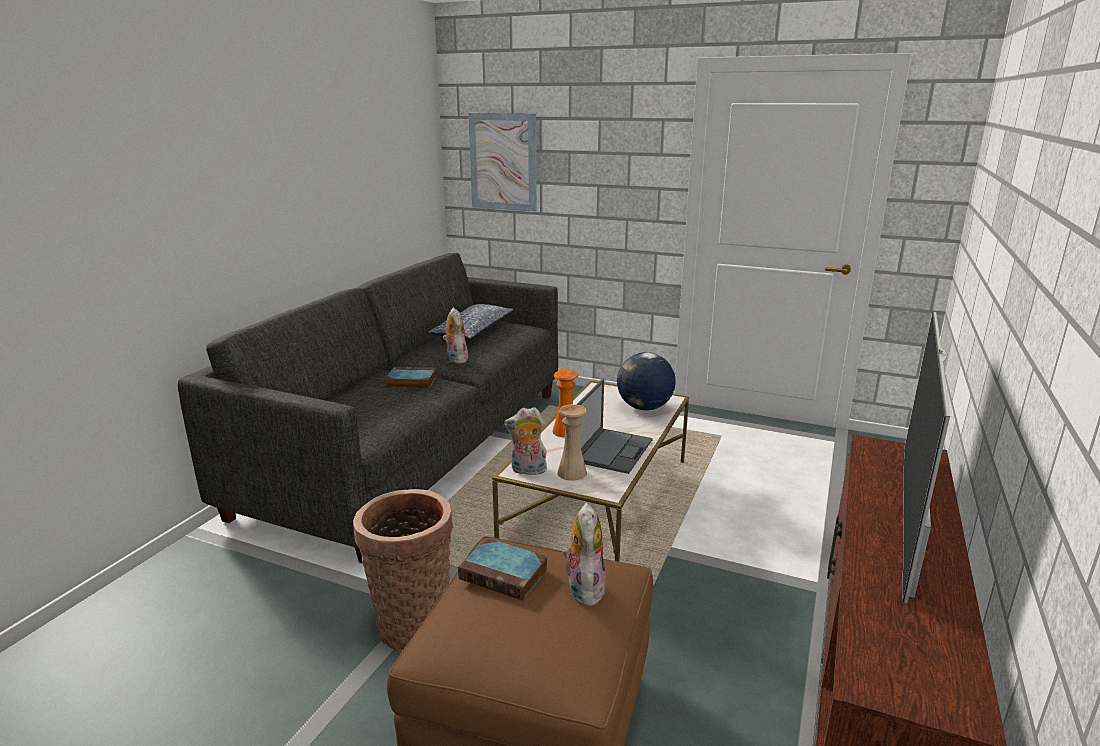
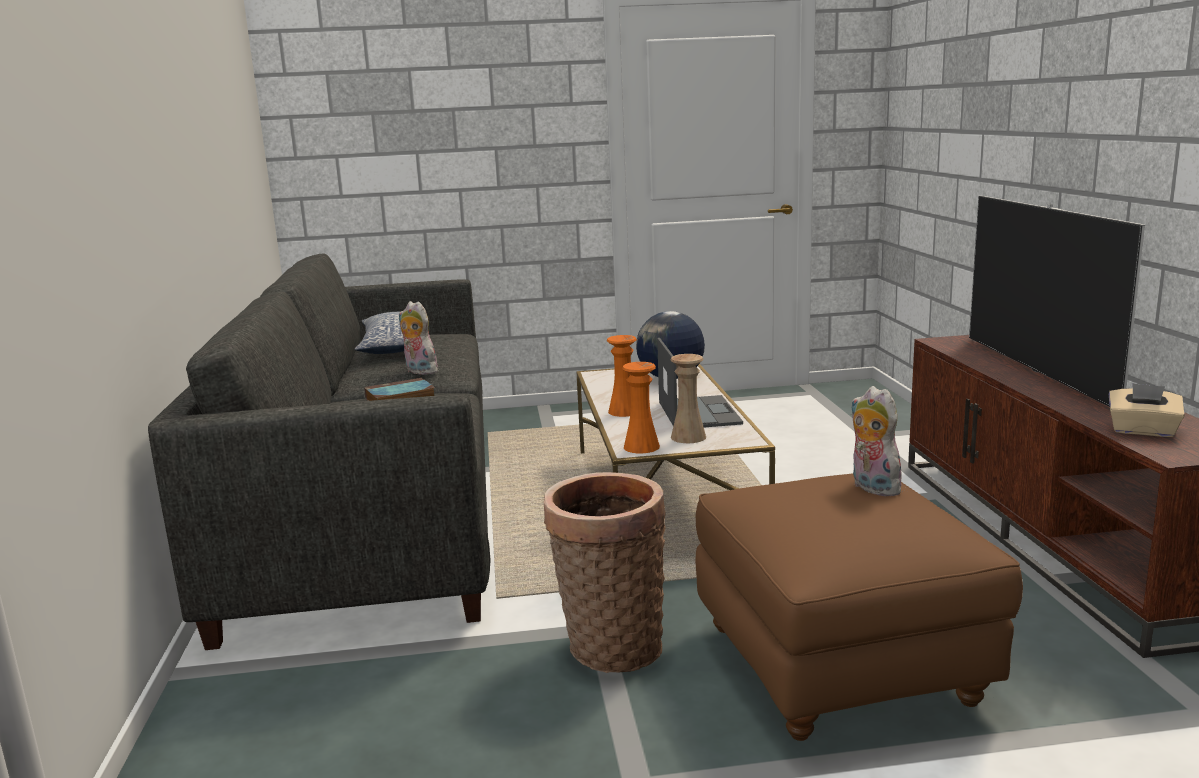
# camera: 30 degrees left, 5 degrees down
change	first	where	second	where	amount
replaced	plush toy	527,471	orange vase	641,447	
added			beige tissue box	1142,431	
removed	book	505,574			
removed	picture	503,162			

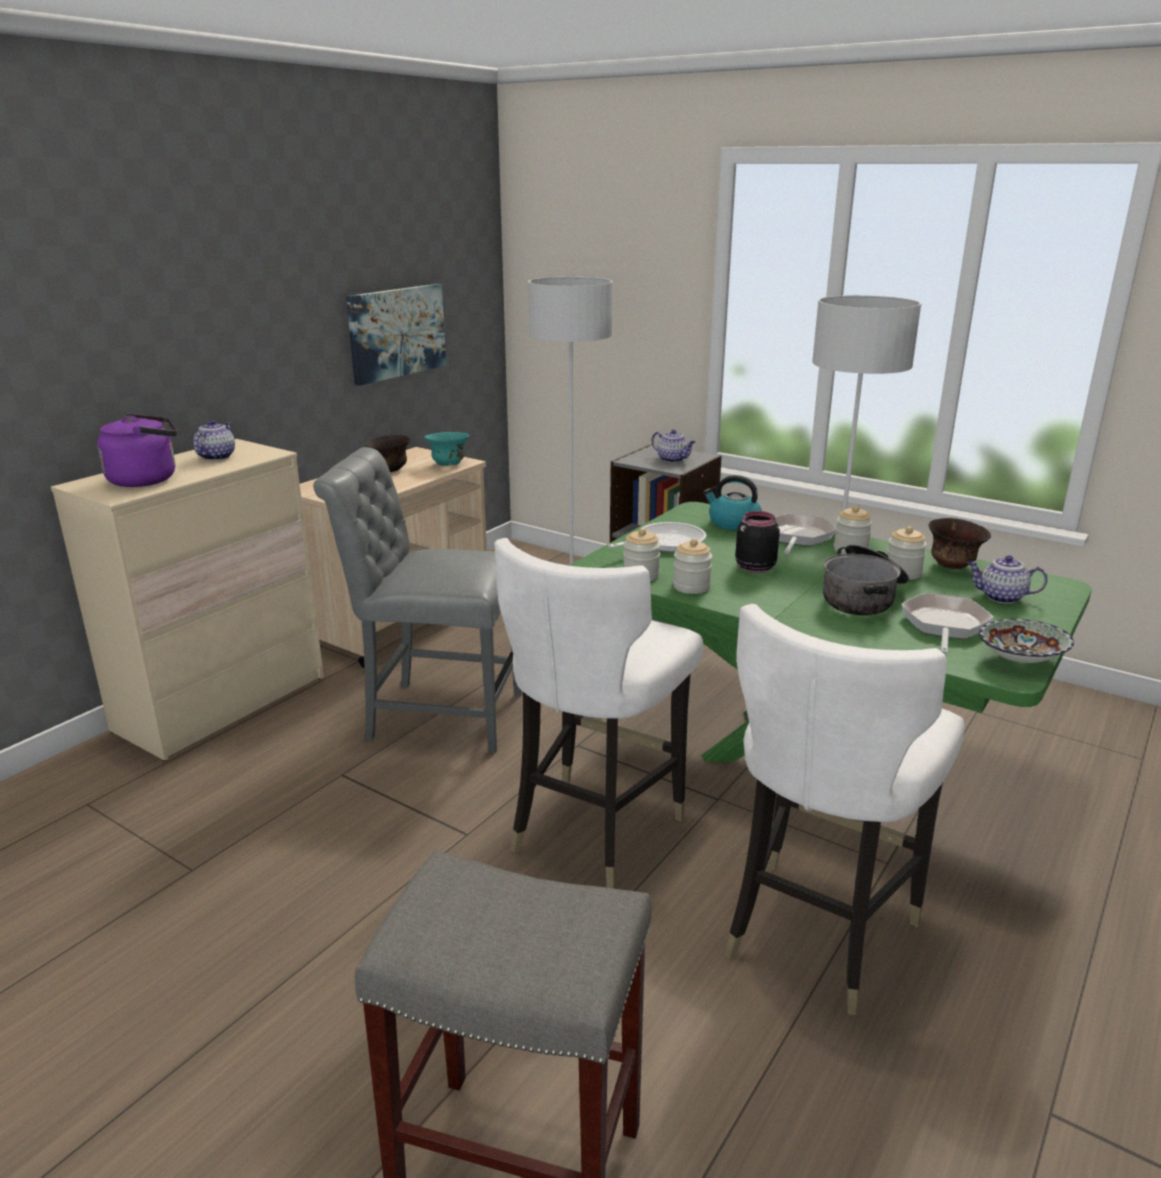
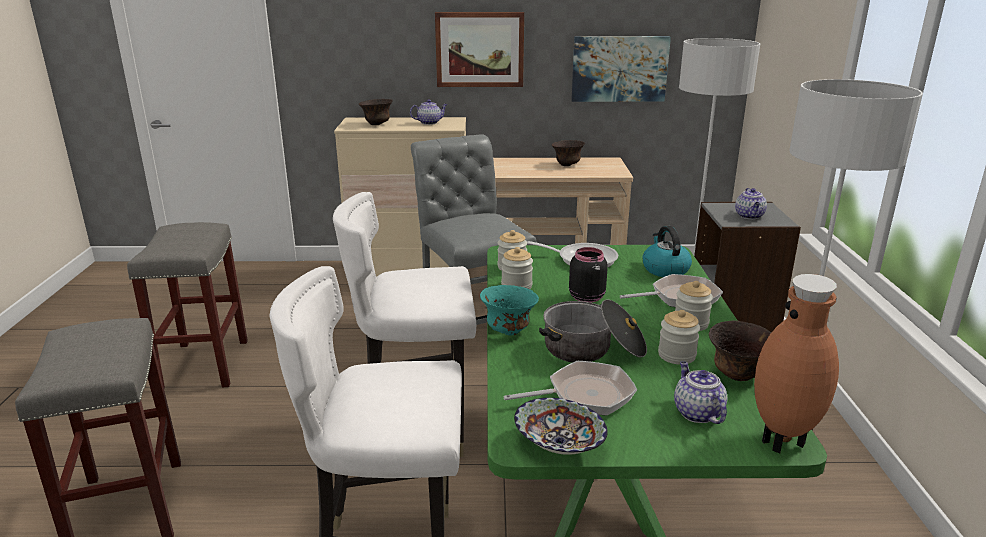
# camera: 55 degrees right, 0 degrees up
change	first	where	second	where	amount
added			grey stool	204,365	
replaced	purple kettle	147,479	brown bowl	377,124	
added			picture	479,49	
moved	turquoise bowl	448,464		508,330	
added			brown vase	784,442	

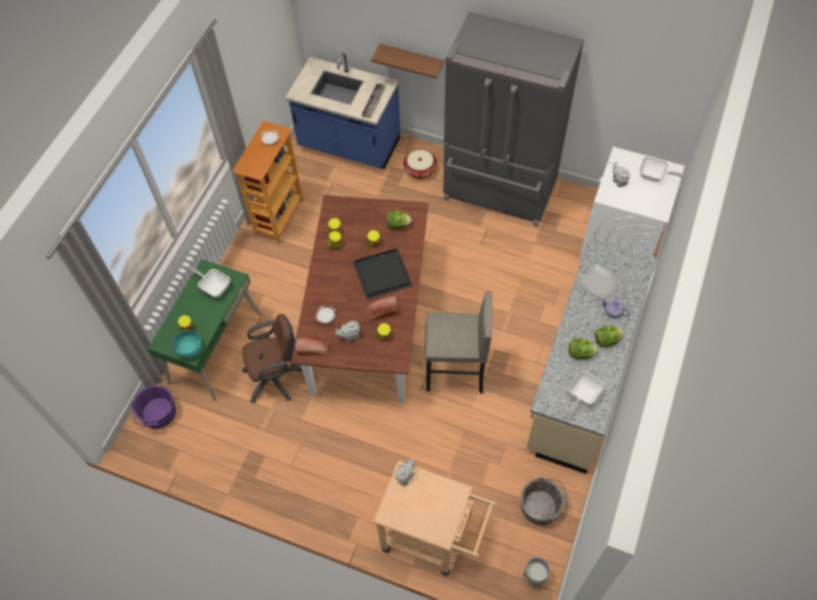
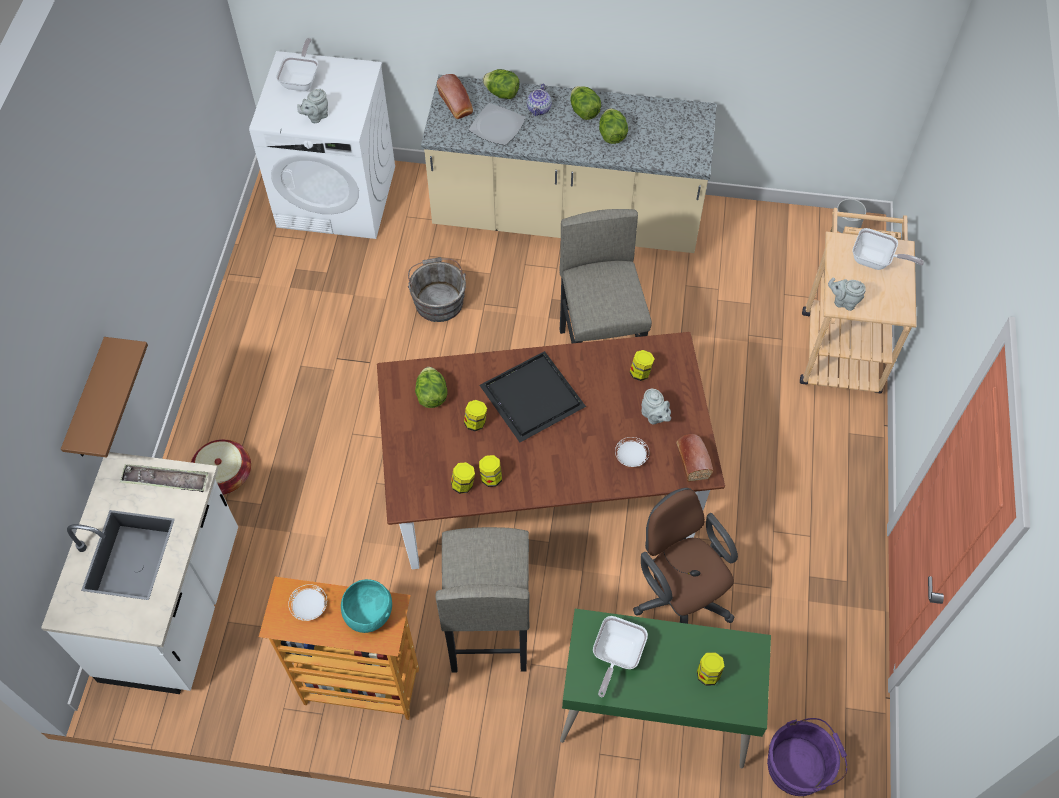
# camera: 105 degrees left, 0 degrees up
change	first	where	second	where	amount
recoloured	blue counter	349,145	white counter	174,607	
moved	turquoise bowl	190,349		368,614	
moved	grey bucket	542,507		438,299	
added			grey stool	488,627	
moved	bread	381,312		456,105	
added			lettuce	502,93	
moved	frying pan	582,396		875,261	
removed	grey fridge	499,191			

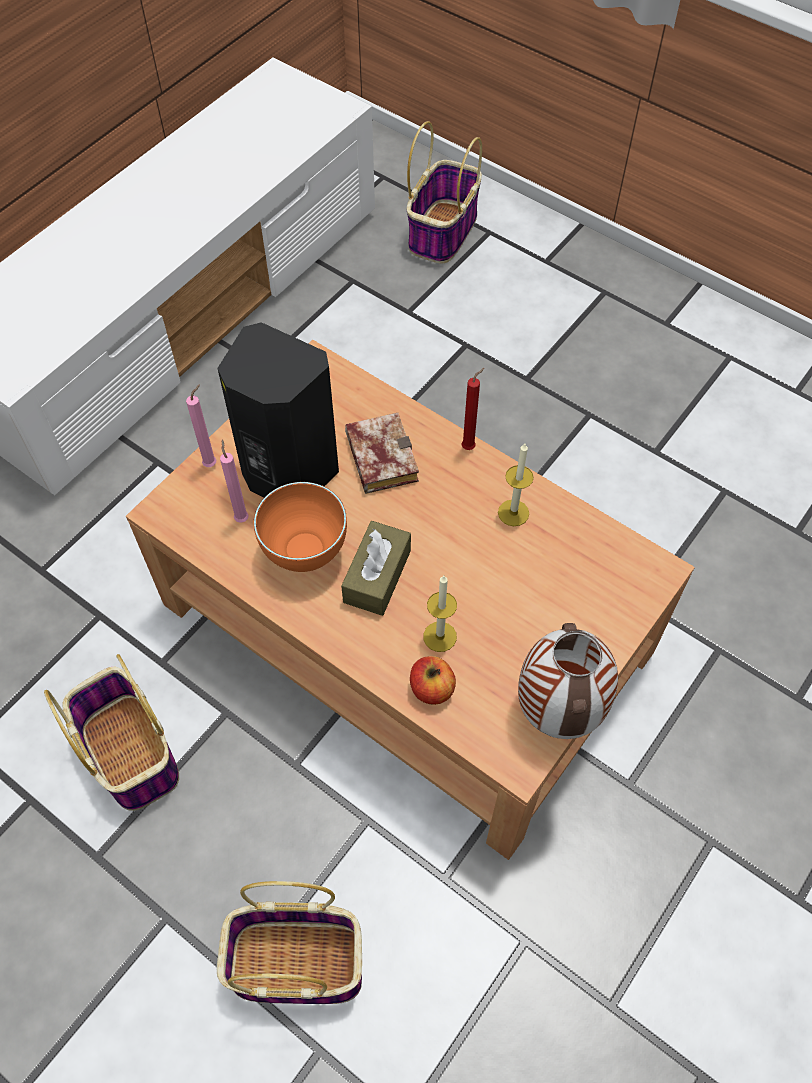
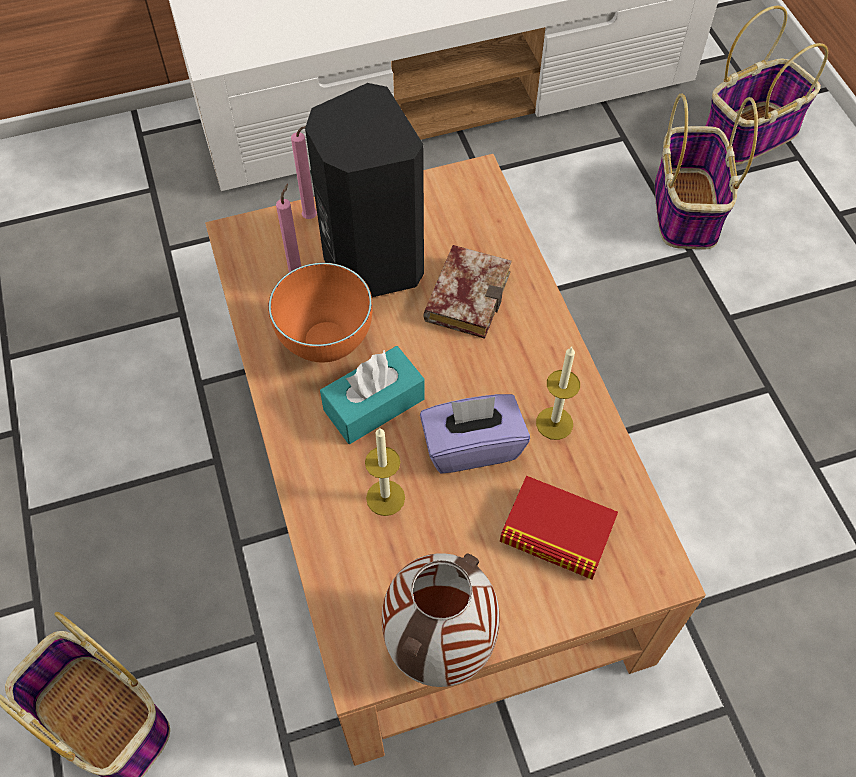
# camera: 35 degrees right, 0 degrees up
change	first	where	second	where	amount
recoloured	brown tissue box	377,576	turquoise tissue box	374,404	
added			purple tissue box	472,446	
added			book	557,532	
moved	basket	130,751		685,208	
removed	apple	431,689			
removed	red candle	470,446			

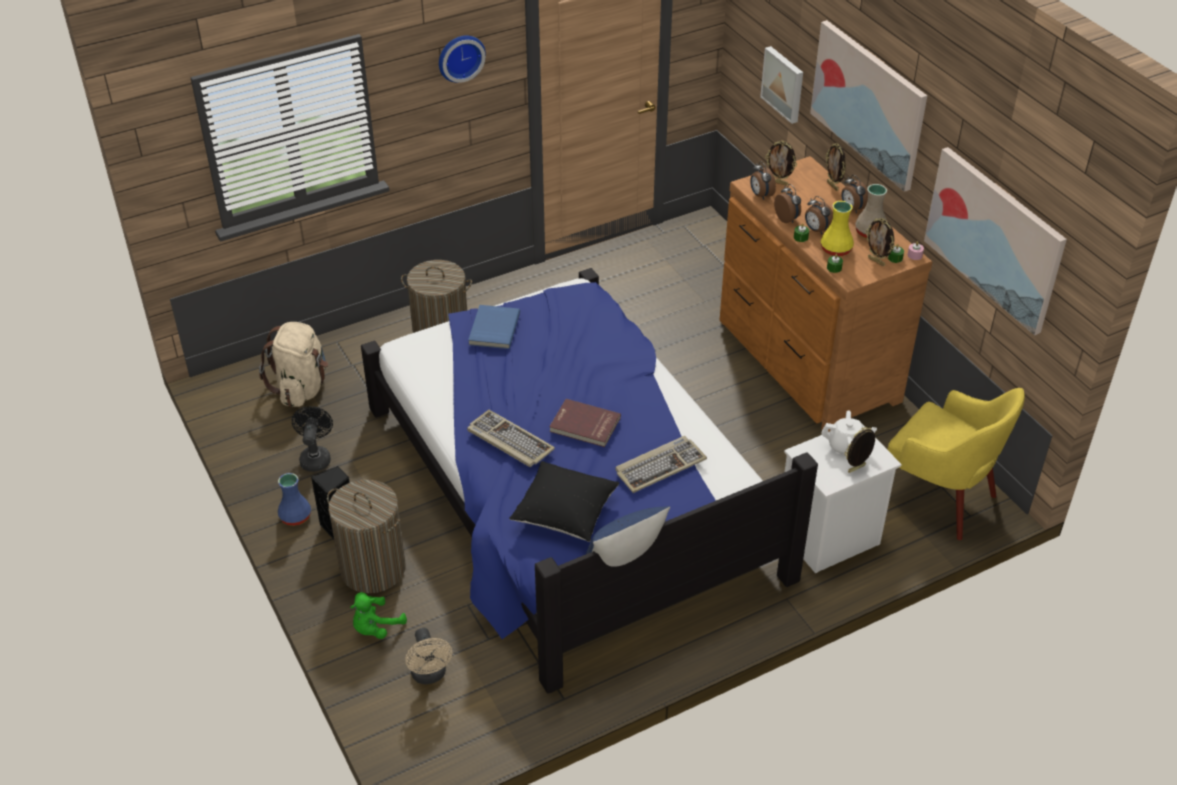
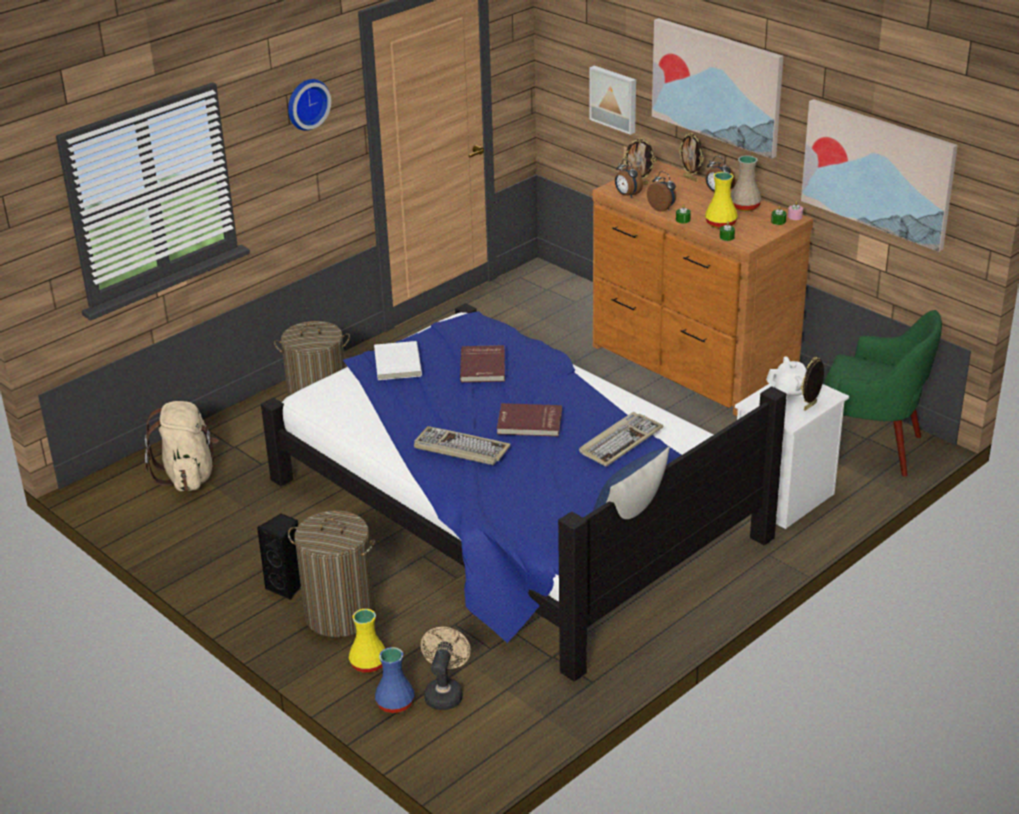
# camera: 15 degrees left, 10 degrees down
change	first	where	second	where	amount
replaced	green plush toy	375,628	yellow vase	367,664	
recoloured	blue book	493,329	white book	396,363	
moved	blue vase	296,516		396,703	
turned	beige fan	430,675		445,692	135 degrees counterclockwise
added			red book	484,366	
recoloured	yellow armchair	939,497	green armchair	869,447	
removed	black fan	315,457			
removed	black pillow	565,513			
removed	alarm clock	816,230			
removed	picture frame	876,261			

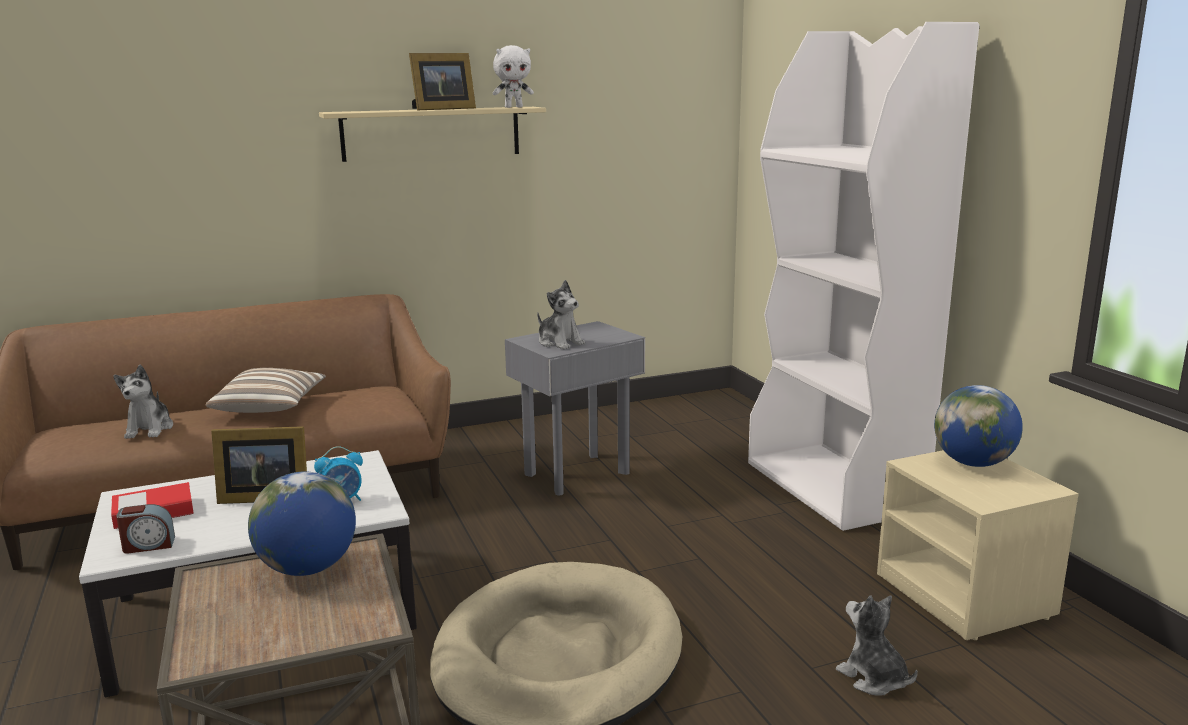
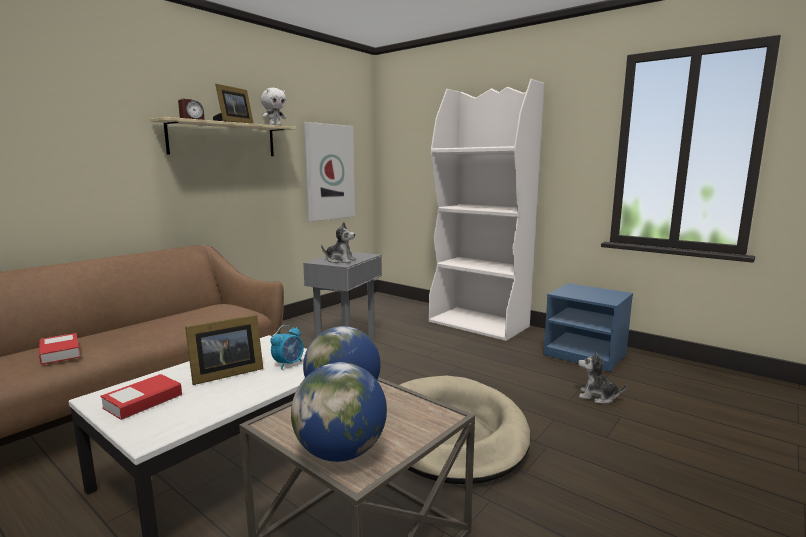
# camera: 30 degrees left, 5 degrees down
change	first	where	second	where	amount
replaced	plush toy	149,429	book	60,353	
moved	alarm clock	148,545		192,119	
moved	globe	973,463		340,452	
added			picture	329,172	
recoloured	beige nightstand	966,595	blue nightstand	586,355	
removed	pillow	270,407			

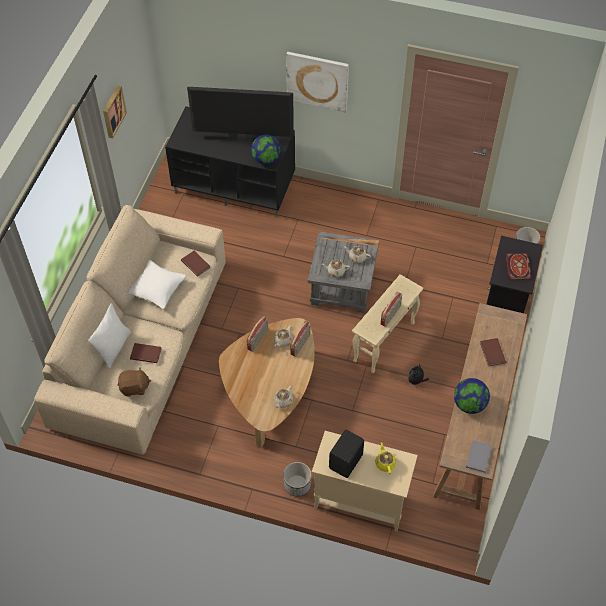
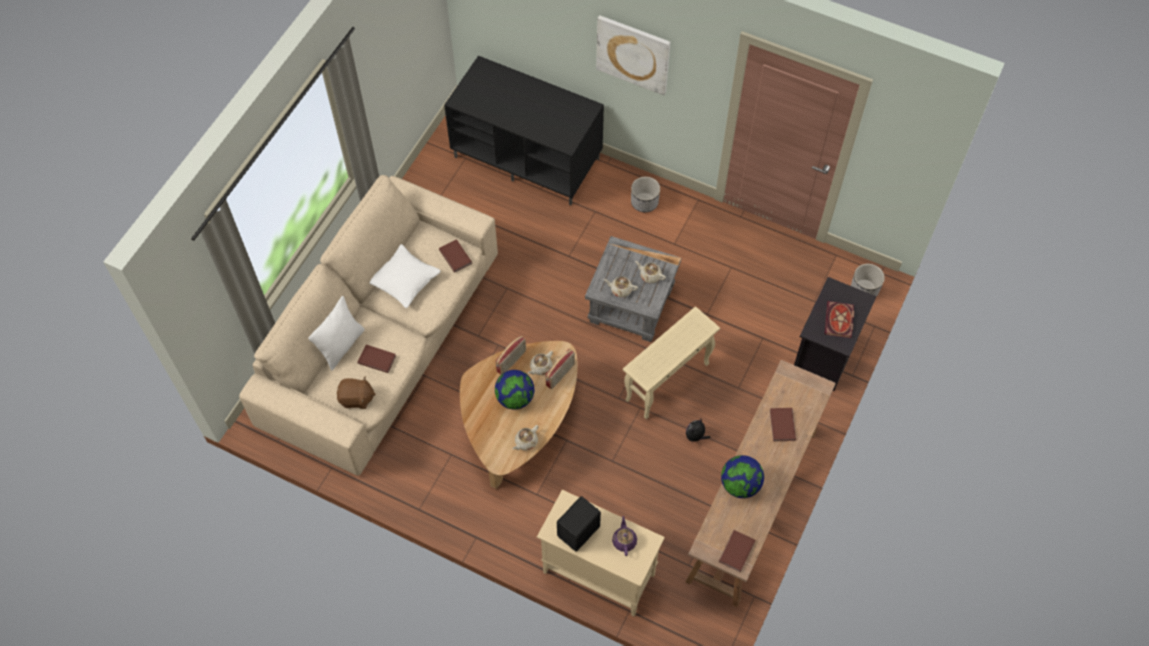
# camera: 10 degrees right, 5 degrees up
change	first	where	second	where	amount
moved	globe	266,160		515,398	
recoloured	yellow teapot	385,463	purple teapot	624,541	
moved	planter	297,485		644,202	
recoloured	grey book	479,457	brown book	738,551	
removed	picture	113,111			
removed	television	243,139			
removed	radio	391,315			

